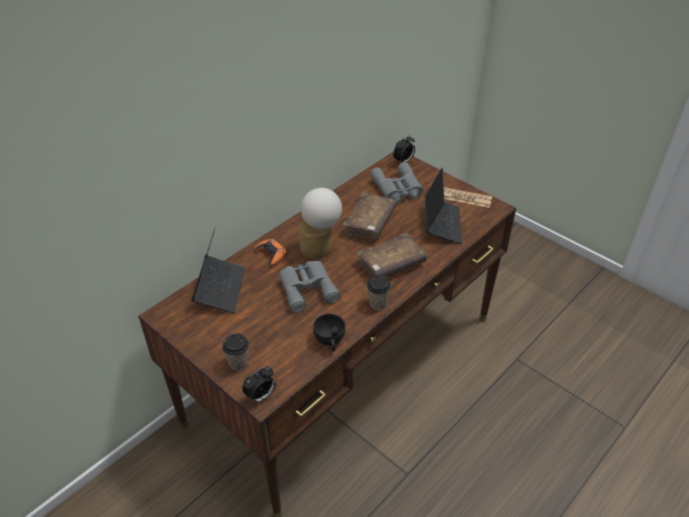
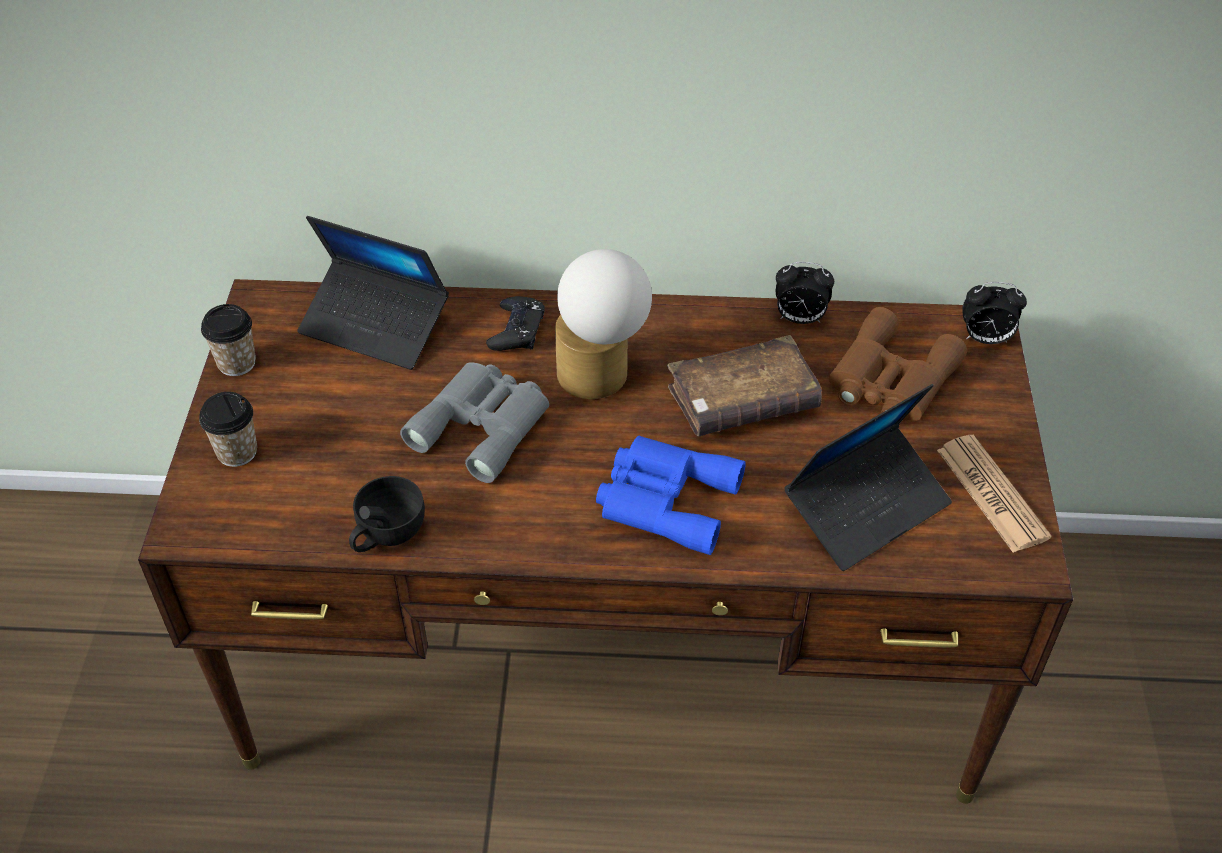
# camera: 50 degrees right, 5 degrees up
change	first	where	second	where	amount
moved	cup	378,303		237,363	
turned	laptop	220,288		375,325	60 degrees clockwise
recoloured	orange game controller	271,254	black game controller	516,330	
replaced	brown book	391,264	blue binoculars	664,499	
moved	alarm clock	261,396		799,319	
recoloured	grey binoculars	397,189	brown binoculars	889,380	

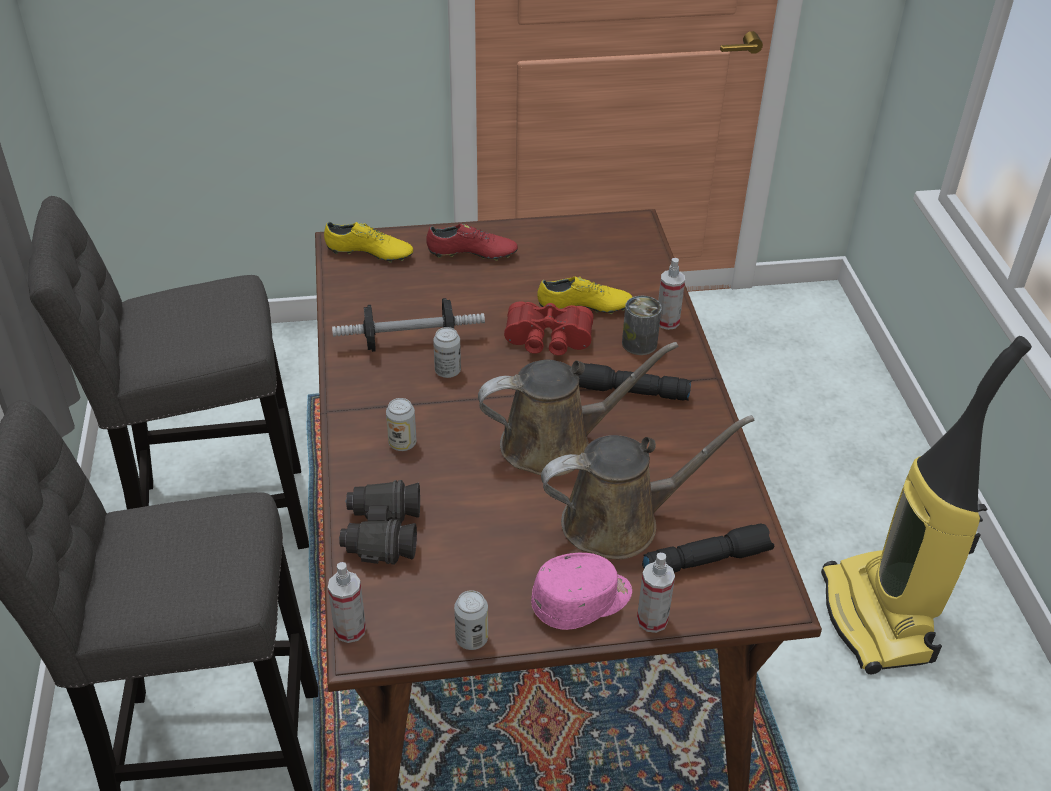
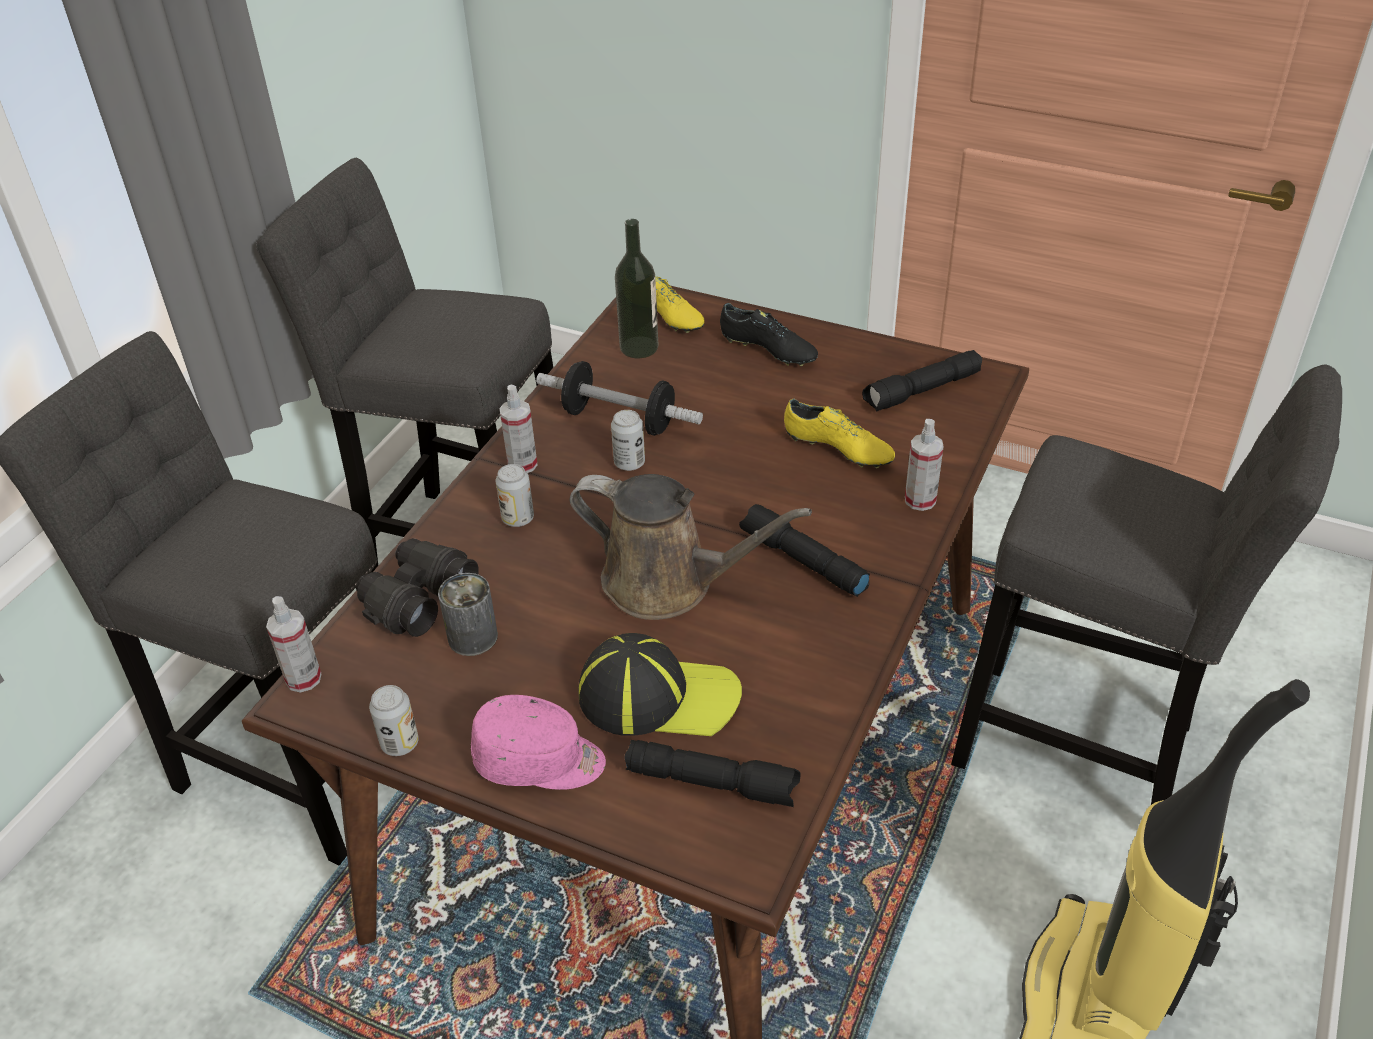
# camera: 35 degrees right, 0 degrees up
change	first	where	second	where	amount
moved	can	639,343		472,637	
moved	spray bottle	652,620		522,464	
replaced	brown watering can	620,521	cap	658,696	
added			bottle	639,347	
recoloured	red shoe	472,254	black shoe	768,350	
added			black flashlight	922,392	
added			grey stool	1086,752	
removed	red binoculars	548,341			

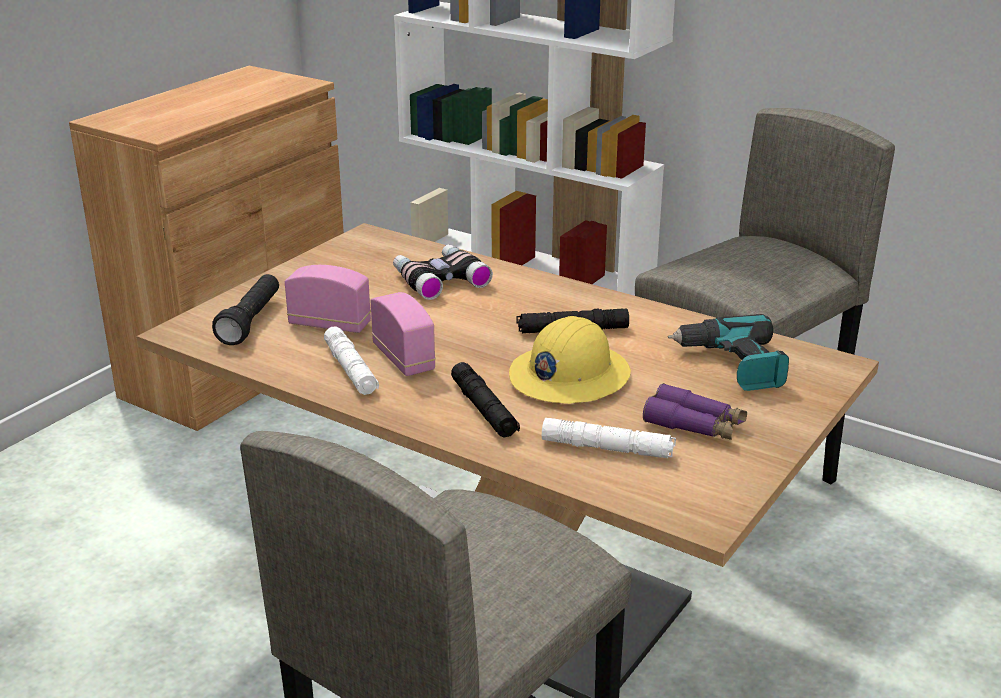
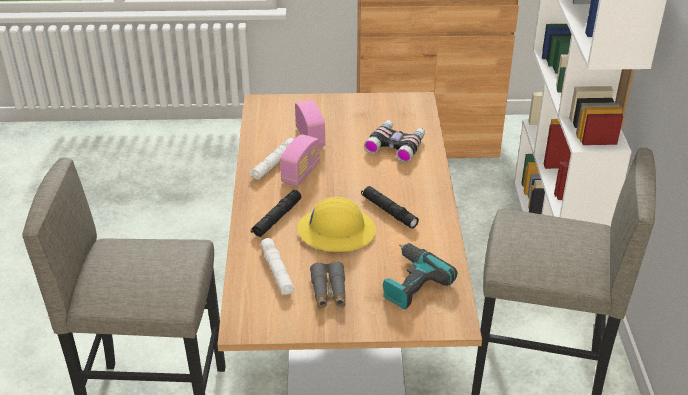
# camera: 55 degrees right, 10 degrees up
change	first	where	second	where	amount
recoloured	purple binoculars	694,425	grey binoculars	329,292	
removed	black flashlight	251,322			

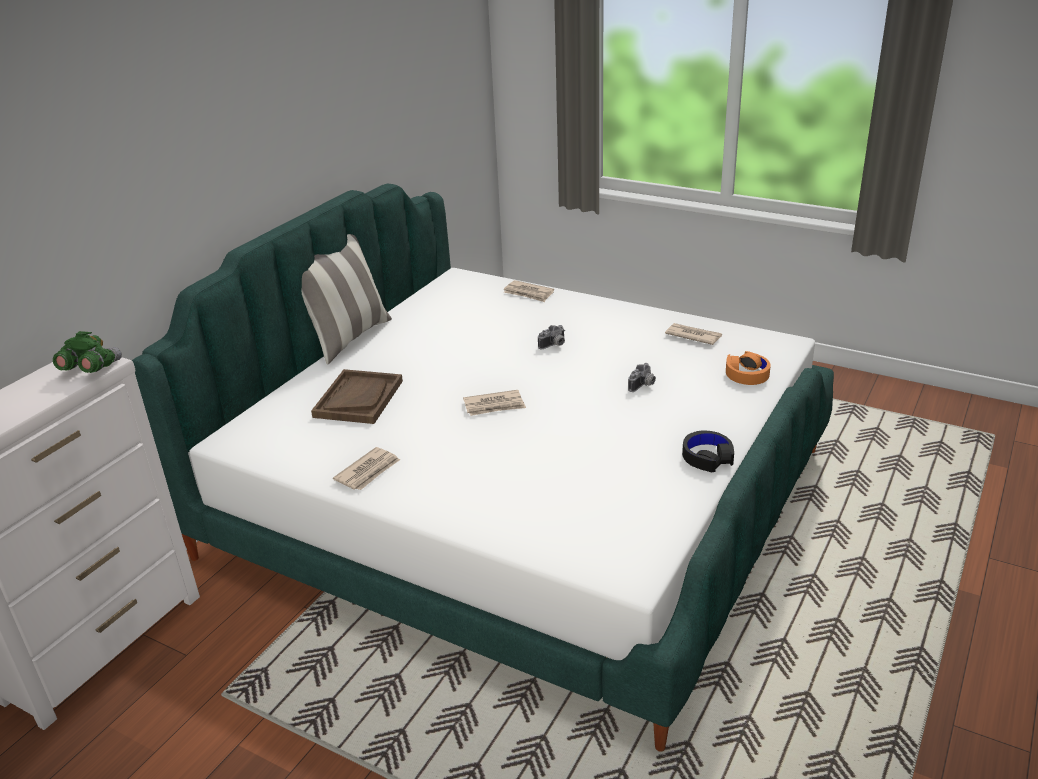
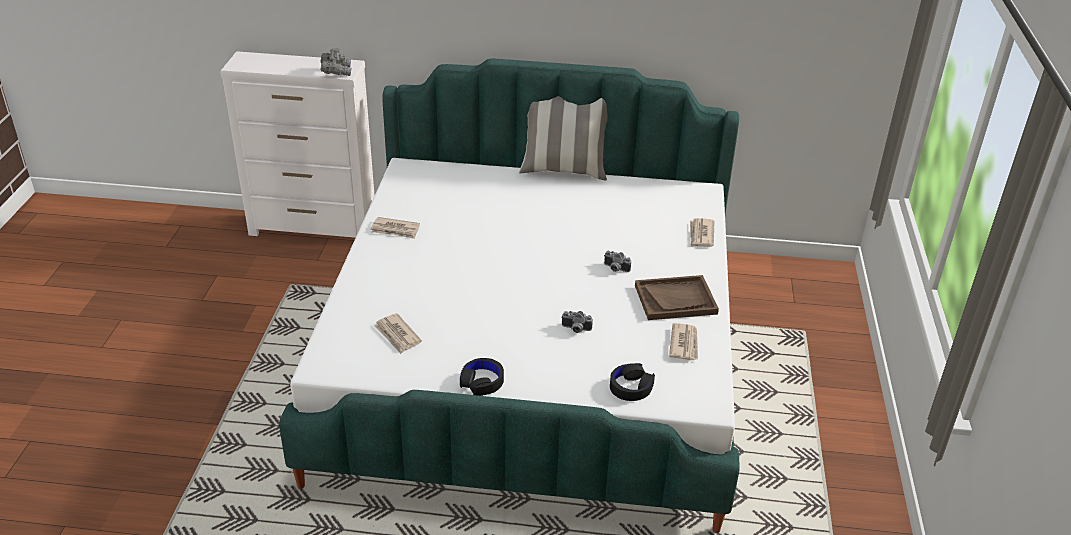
# camera: 65 degrees right, 5 degrees up
change	first	where	second	where	amount
recoloured	green binoculars	90,369	grey binoculars	336,72	
moved	newspaper	494,405		397,335	
recoloured	orange headphones	746,374	black headphones	631,387	
moved	brown tray	358,398		675,299	

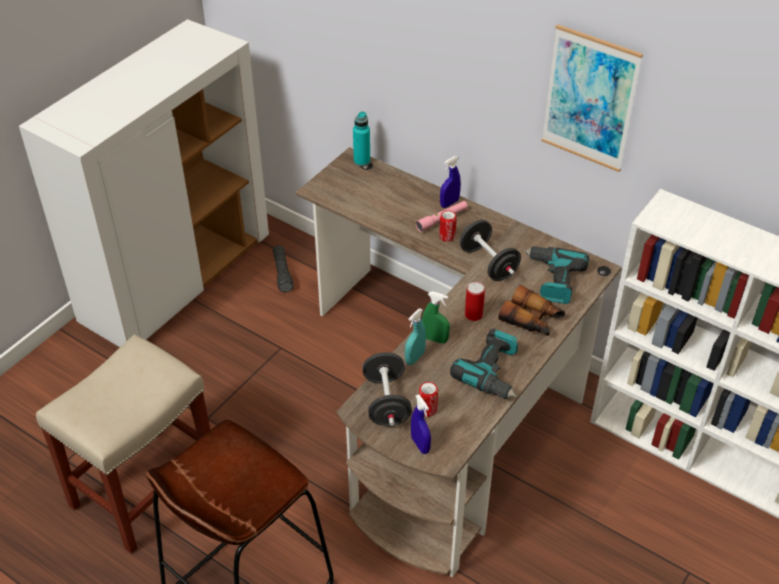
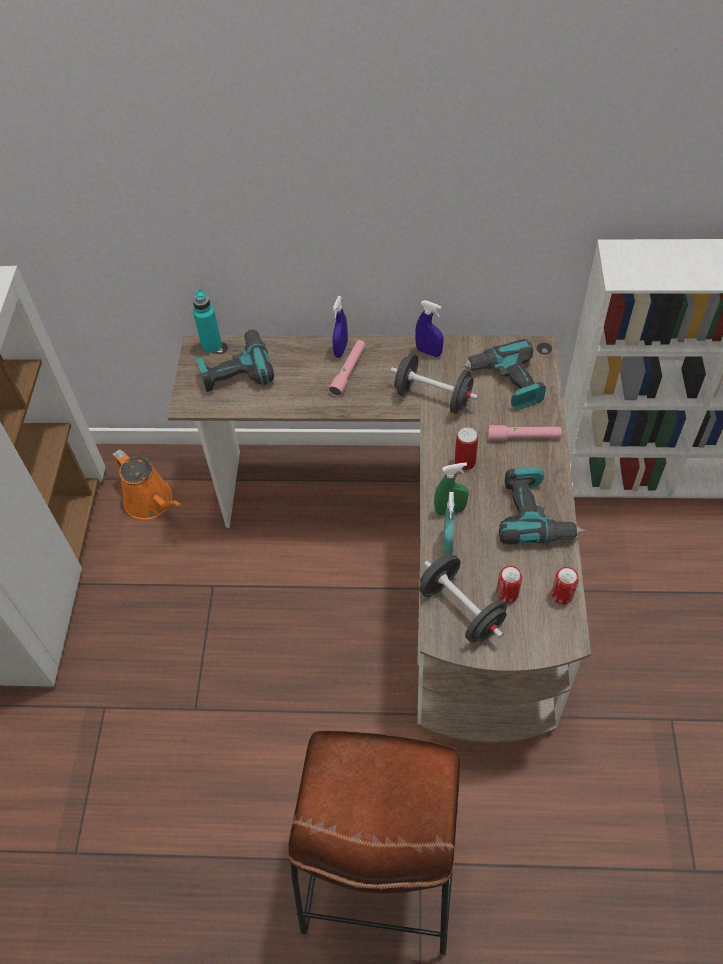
# camera: 30 degrees left, 10 degrees up
change	first	where	second	where	amount
replaced	black flashlight	282,273	orange watering can	151,502	
added			power drill	235,369	
moved	blue spray bottle	420,445		428,352	
replaced	binoculars	532,320	pink flashlight	523,437	
moved	can	447,236		562,595	
removed	beige stool	146,486			
removed	picture	589,99			

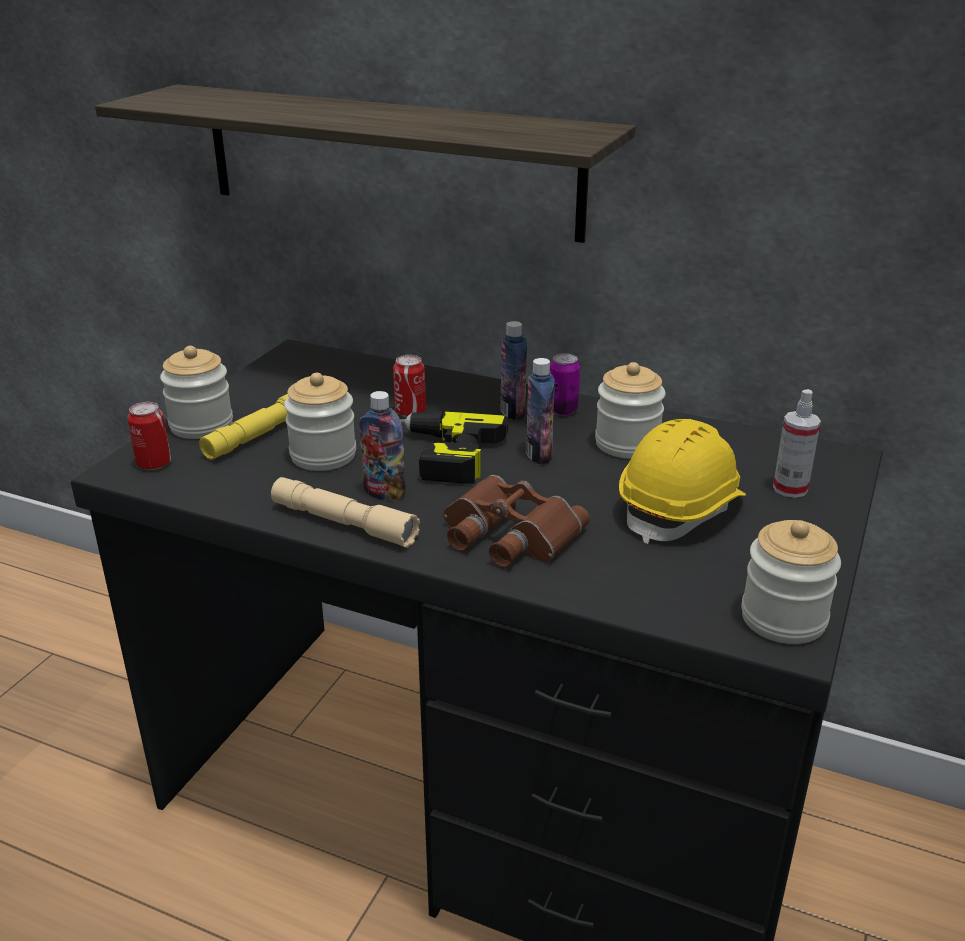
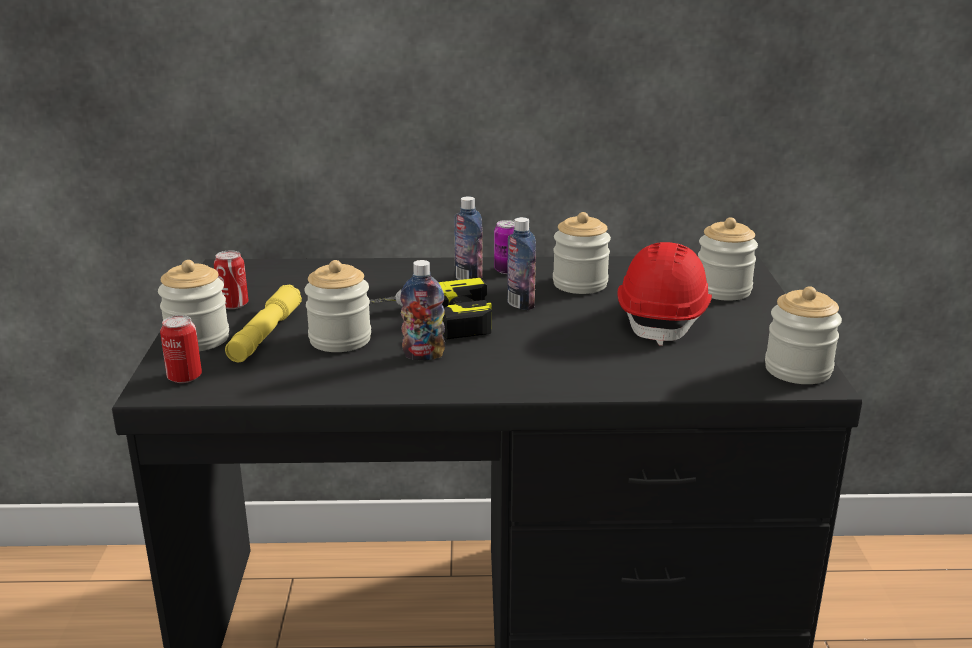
# camera: 25 degrees left, 5 degrees down
change	first	where	second	where	amount
moved	can	410,412		233,304	
recoloured	yellow hard hat	681,510	red hard hat	663,319	
replaced	spray bottle	790,488	jar	723,290	
removed	shelf	388,161			
removed	beige flashlight	344,523			
removed	brown binoculars	507,534			

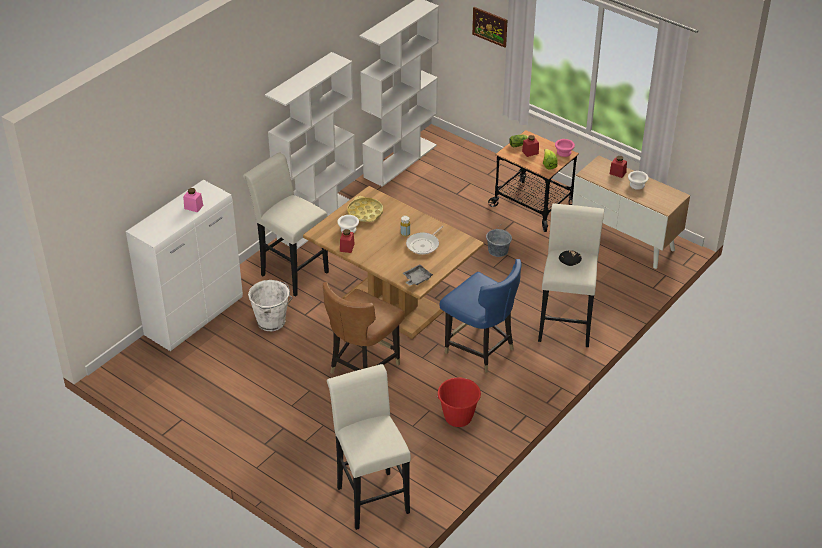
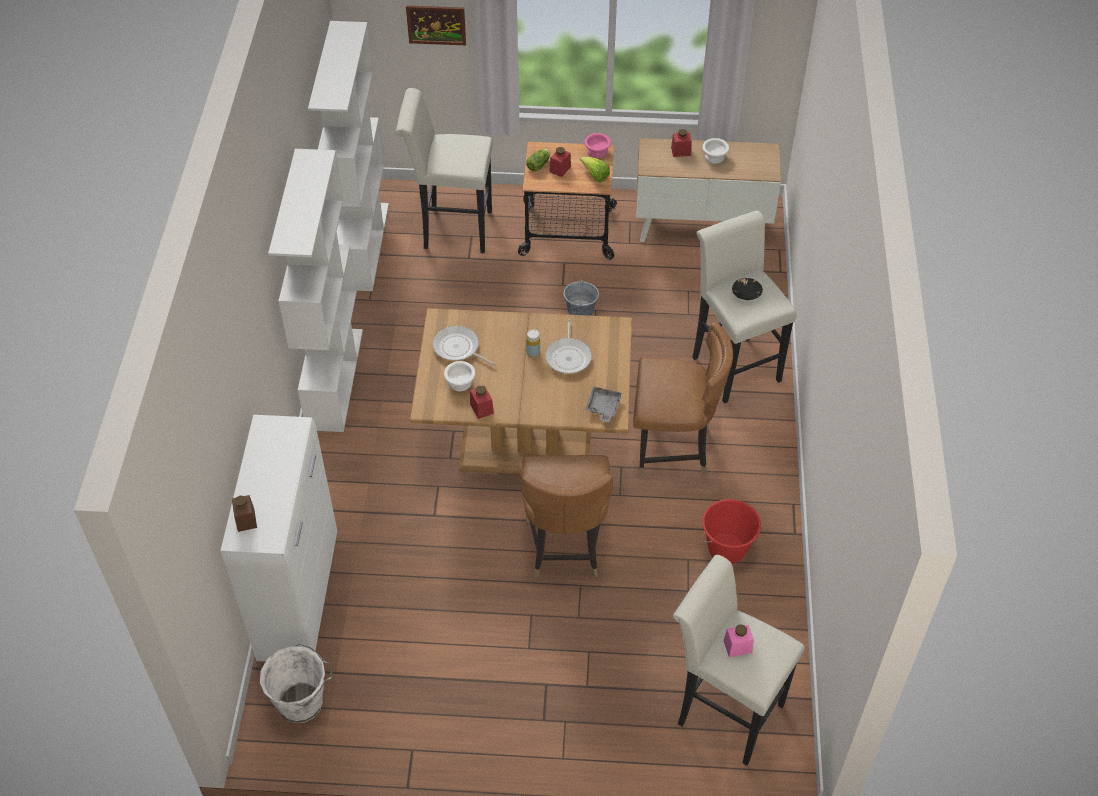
# camera: 35 degrees left, 10 degrees up
change	first	where	second	where	amount
added			brown jar	246,520	
moved	white bucket	272,322		302,703	
moved	white stool	291,271		451,229	
replaced	yellow tray	365,212	frying pan	458,348	
recoloured	blue chair	480,349	brown chair	673,448	
moved	pink jar	193,207		737,646	

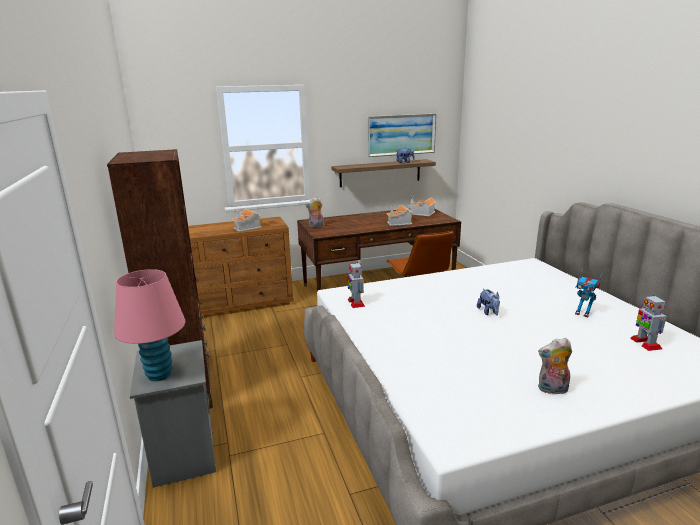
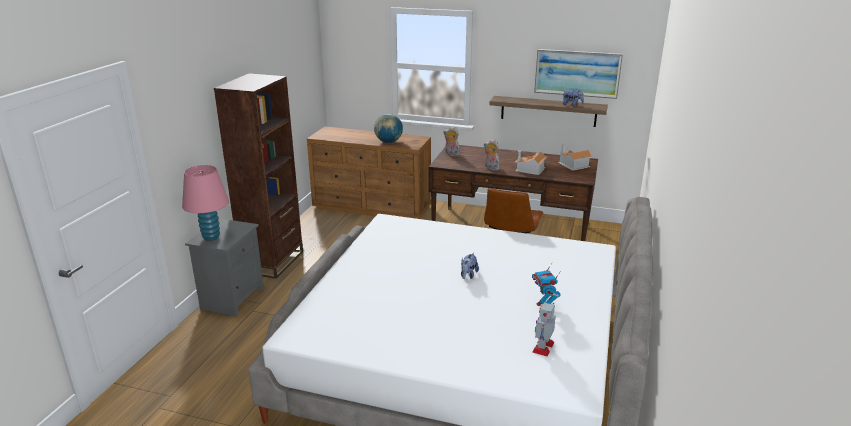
# camera: 35 degrees right, 5 degrees up
change	first	where	second	where	amount
replaced	toy house	247,227	globe	388,142	
moved	plush toy	552,390		491,168	
removed	toy robot	356,302			

